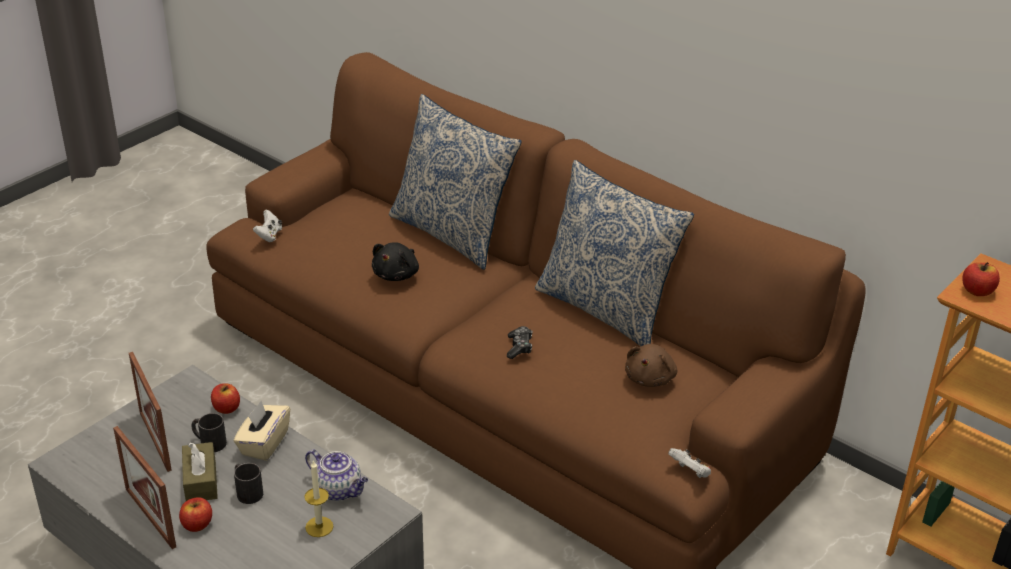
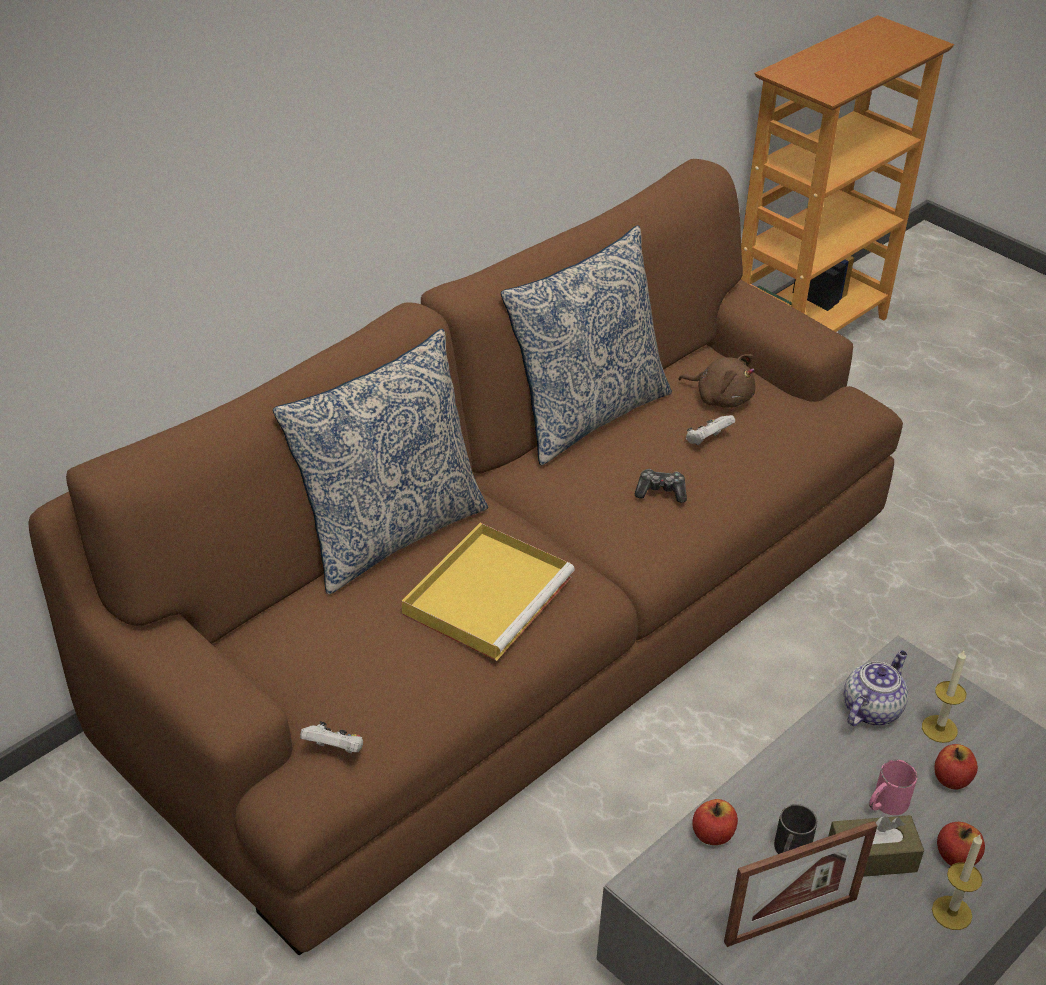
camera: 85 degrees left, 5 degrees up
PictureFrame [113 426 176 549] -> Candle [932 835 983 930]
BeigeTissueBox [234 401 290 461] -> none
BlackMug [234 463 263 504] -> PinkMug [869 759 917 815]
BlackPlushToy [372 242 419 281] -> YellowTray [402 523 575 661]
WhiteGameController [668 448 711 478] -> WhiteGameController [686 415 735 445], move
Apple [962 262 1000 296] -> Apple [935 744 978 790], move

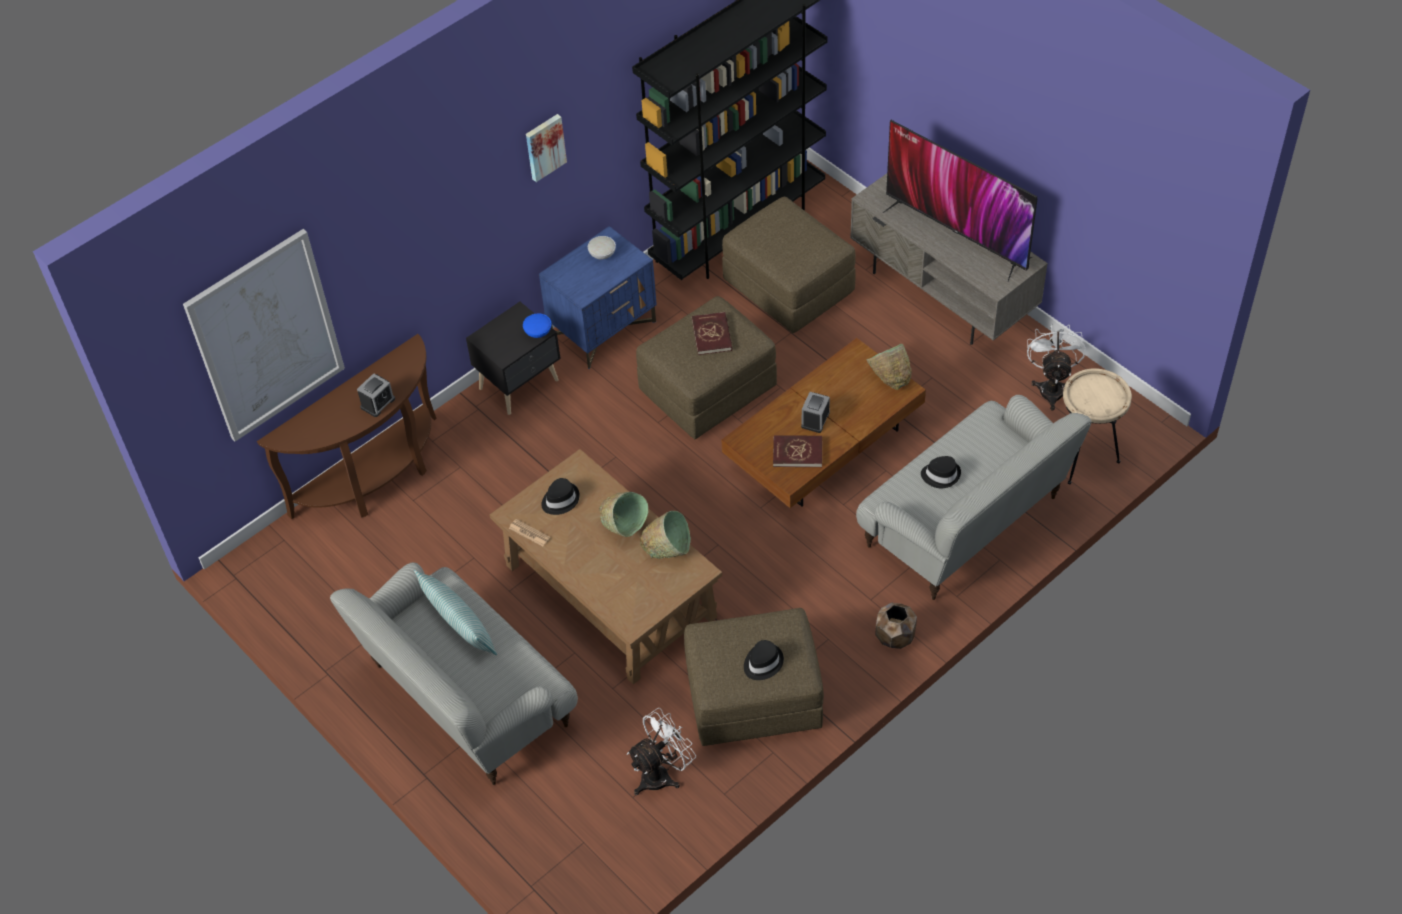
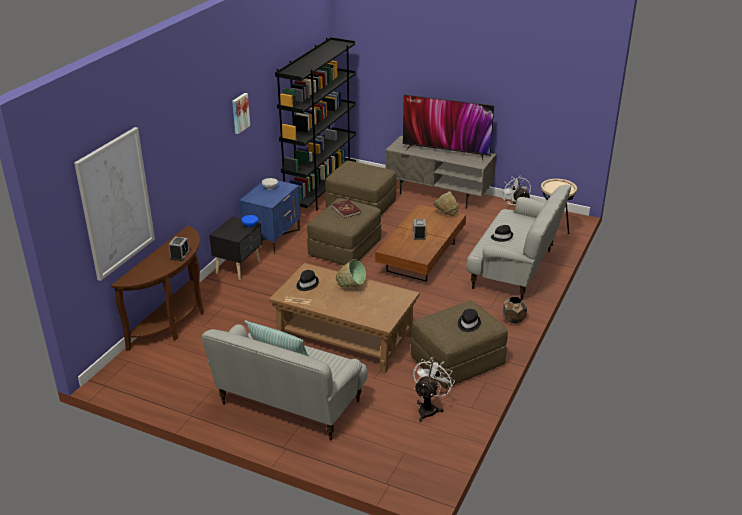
camera: 25 degrees left, 20 degrees down
GreenBowl [640 511 691 559] -> none
RedBook [773 435 822 467] -> none

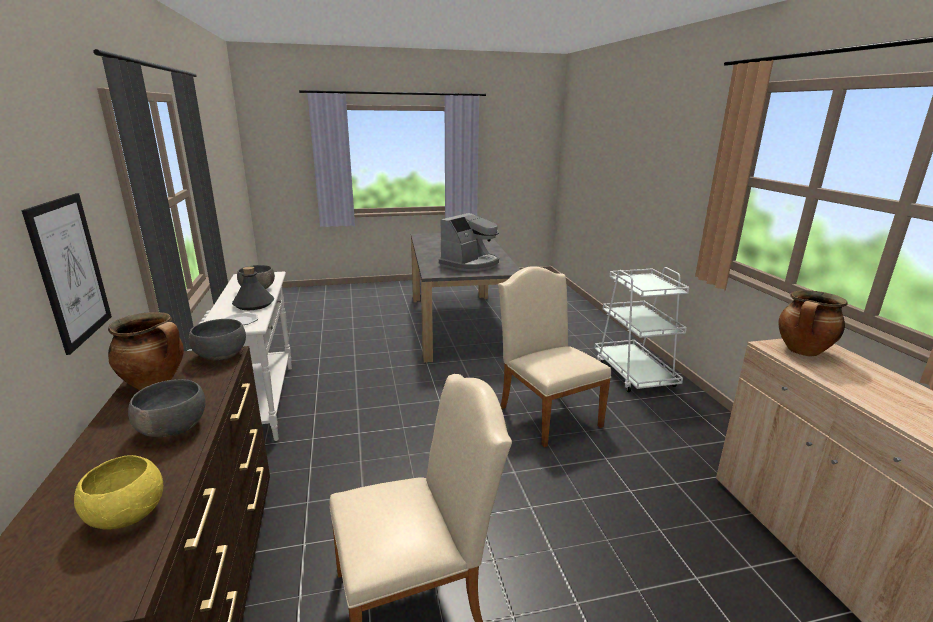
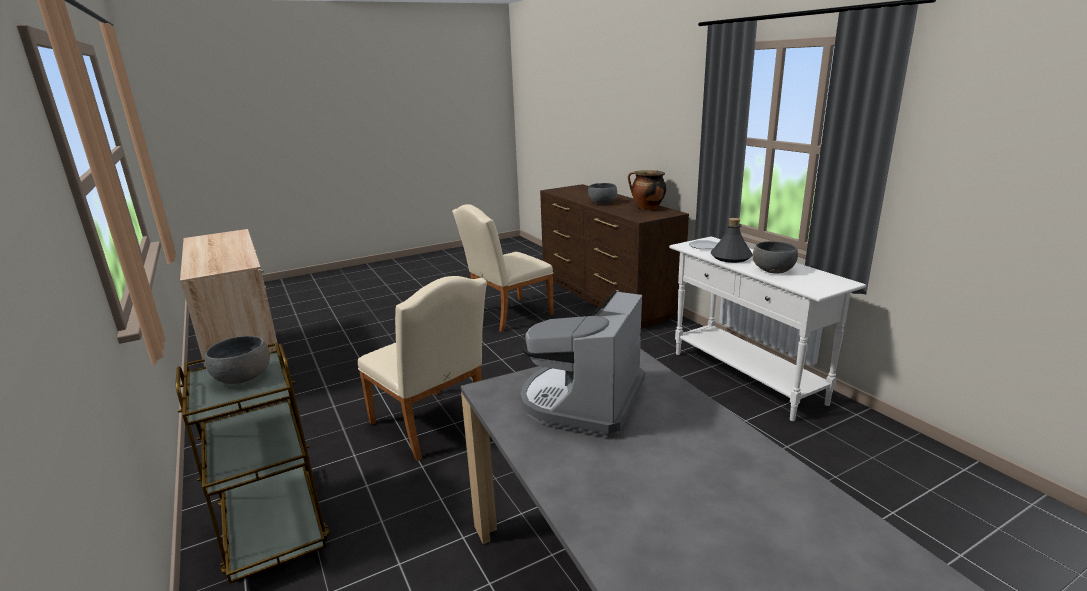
camera: 165 degrees right, 0 degrees up
Picture [22 193 112 355] -> none
YellowBowl [74 455 163 530] -> none
GreyBowl [189 319 246 361] -> GreyBowl [205 336 270 384], move
WhiteCart [594 267 689 392] -> BrownCart [176 343 329 584]
CookingPot [779 290 848 356] -> none

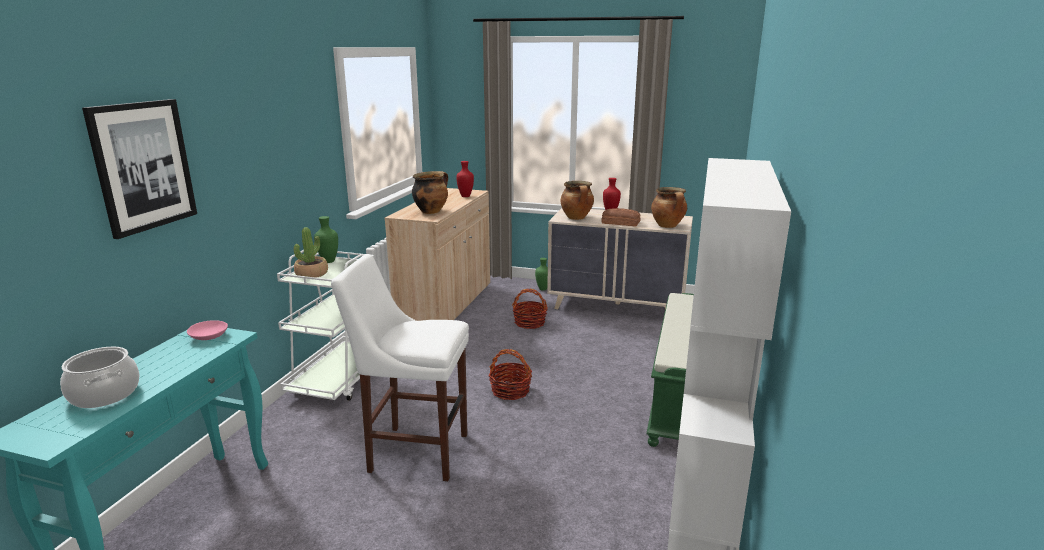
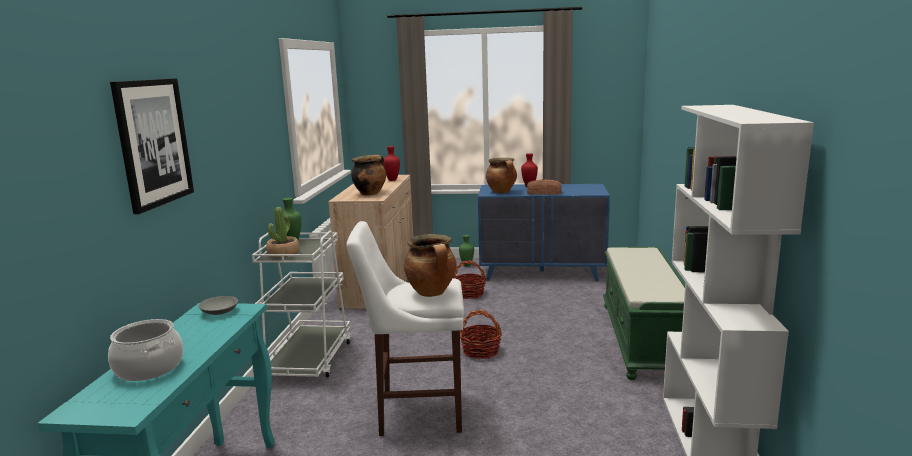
camera: 10 degrees left, 5 degrees down
PinkBowl [187 320 228 340] -> GreyBowl [198 296 238 315]
BeigeDresser [547 208 693 309] -> BlueDresser [478 184 610 281]
CookingPot [651 187 687 228] -> CookingPot [404 234 457 297], move

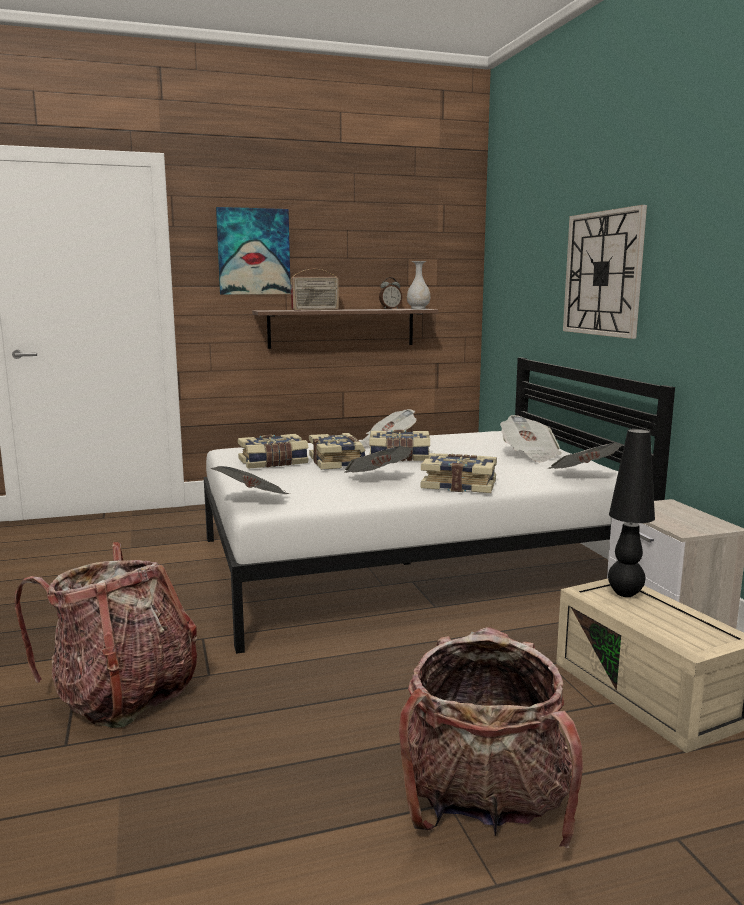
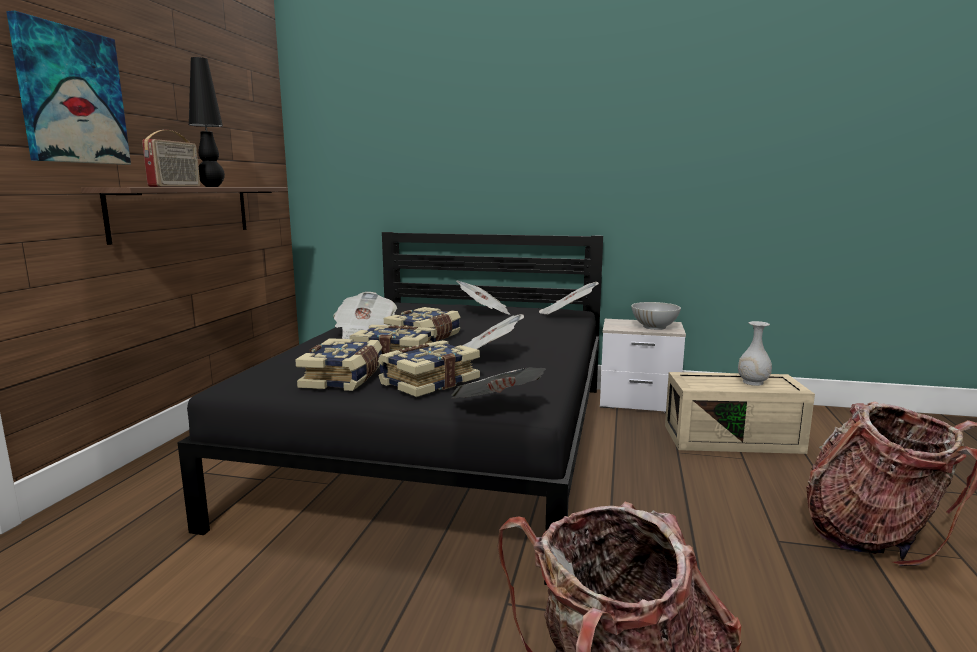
camera: 60 degrees left, 0 degrees up
WhiteBed [204 357 675 654] -> BlackBed [177 232 603 585]
AlarmClock [379 277 403 309] -> none
WhiteVase [407 261 431 309] -> WhiteVase [738 321 772 386], move
Book [420 453 497 493] -> Book [378 340 480 397], move
WallClock [563 205 647 339] -> none
BlackTableLamp [608 429 655 597] -> BlackTableLamp [189 57 225 187], move
none -> WhiteBowl [631 302 681 330]

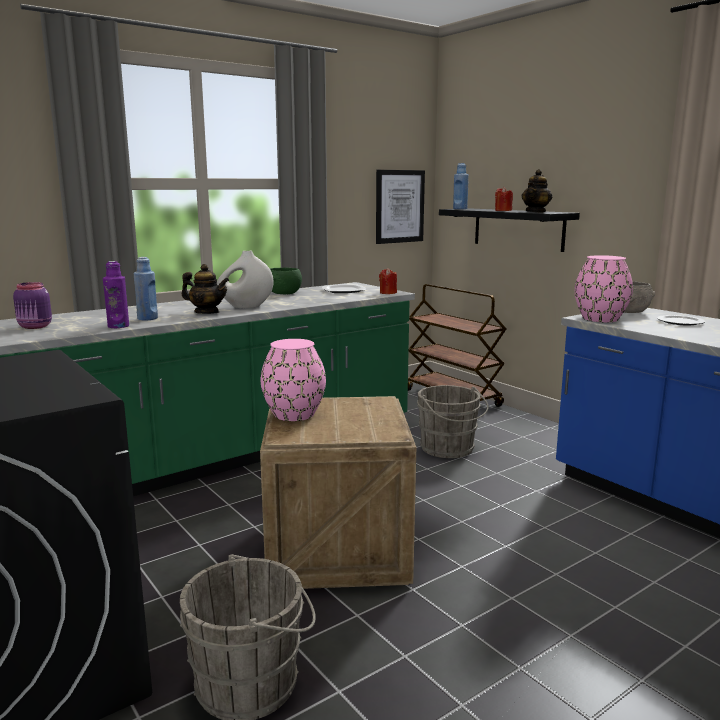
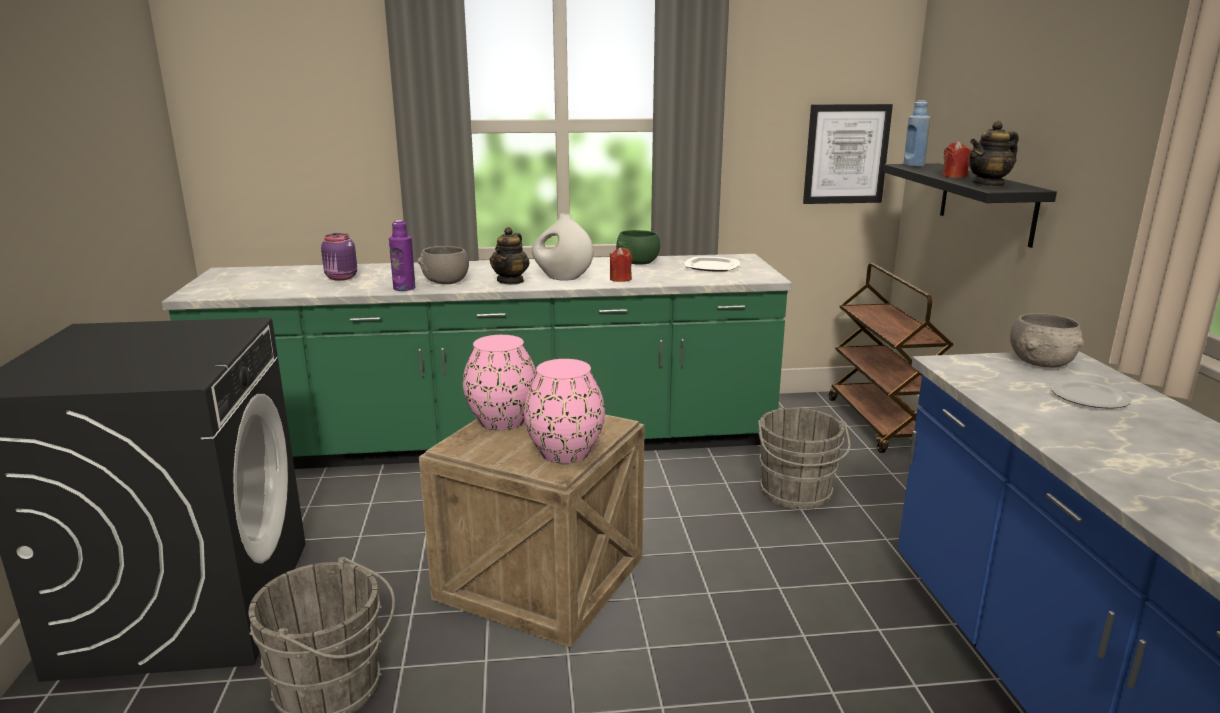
camera: 30 degrees right, 5 degrees up
BlueBottle [134 257 158 321] -> GreyBowl [417 246 469 284]
Teapot [182 264 229 314] -> Teapot [490 227 530 285], 60 degrees clockwise
RedCandle [379 268 397 294] -> RedCandle [609 247 632 282], move
PinkVase [575 255 633 322] -> PinkVase [524 359 605 463], move

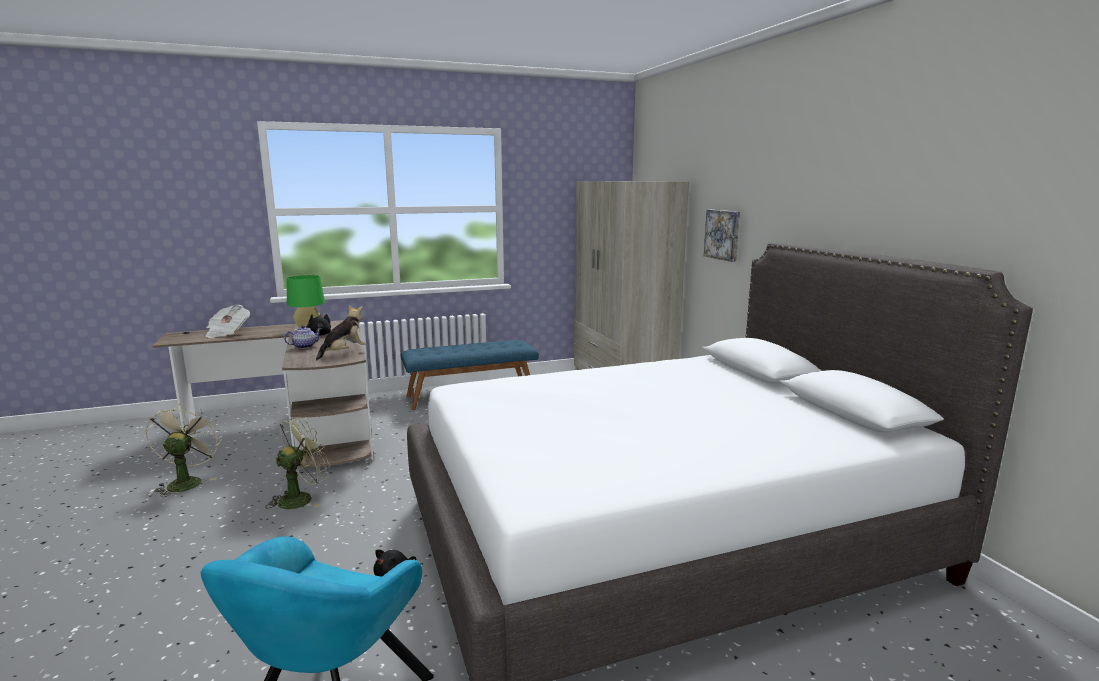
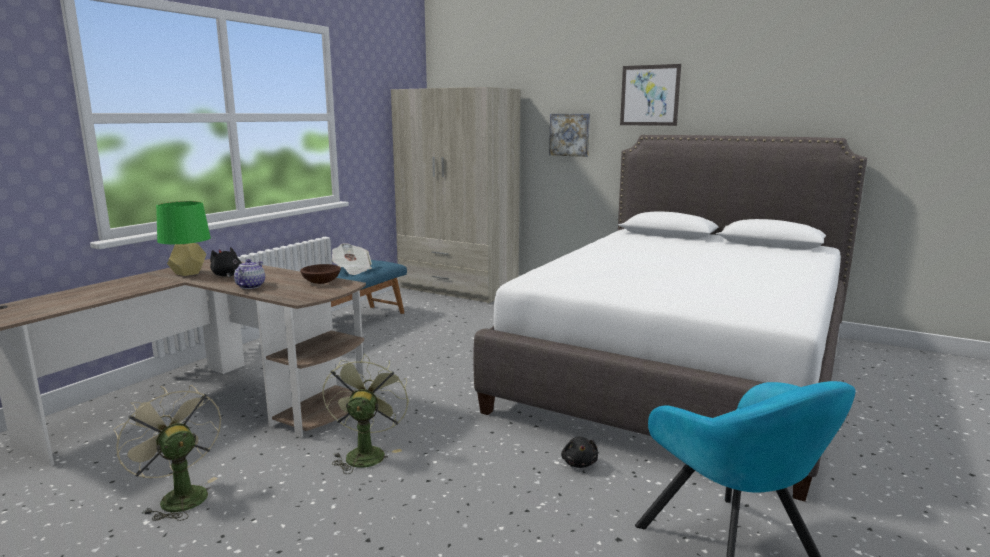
camera: 40 degrees left, 0 degrees up
Newspaper [205 305 250 338] -> Newspaper [332 243 372 275], move
PlushToy [316 305 366 361] -> BrownBowl [300 264 341 284]
none -> Picture [620 64 681 126]

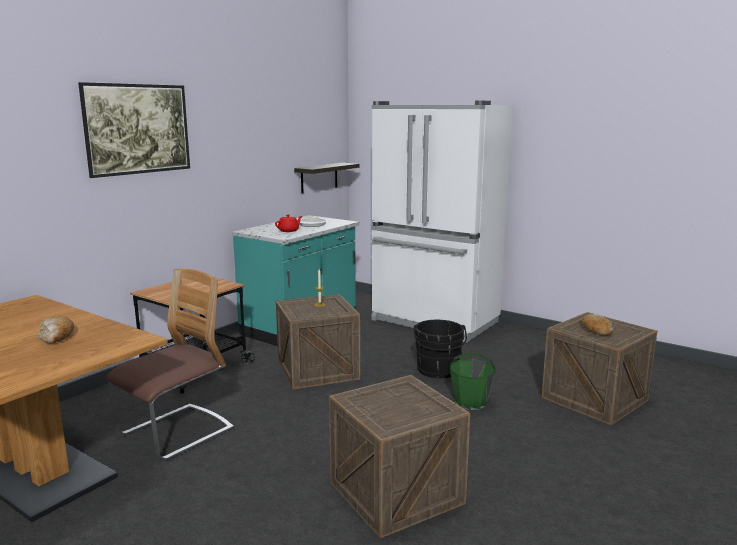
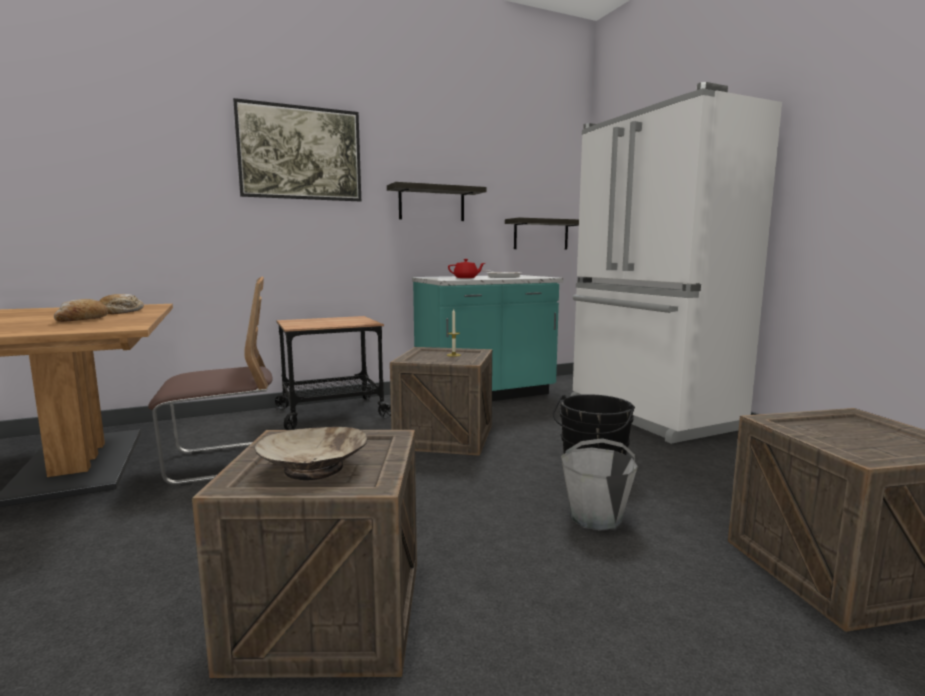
camera: 30 degrees right, 5 degrees down
GreenBucket [450 353 495 410] -> GreyBucket [561 438 638 531]
Bread [582 314 614 335] -> Bread [99 294 144 314], move
none -> BeigeBowl [255 427 367 480]
none -> Shelf [387 182 487 221]

